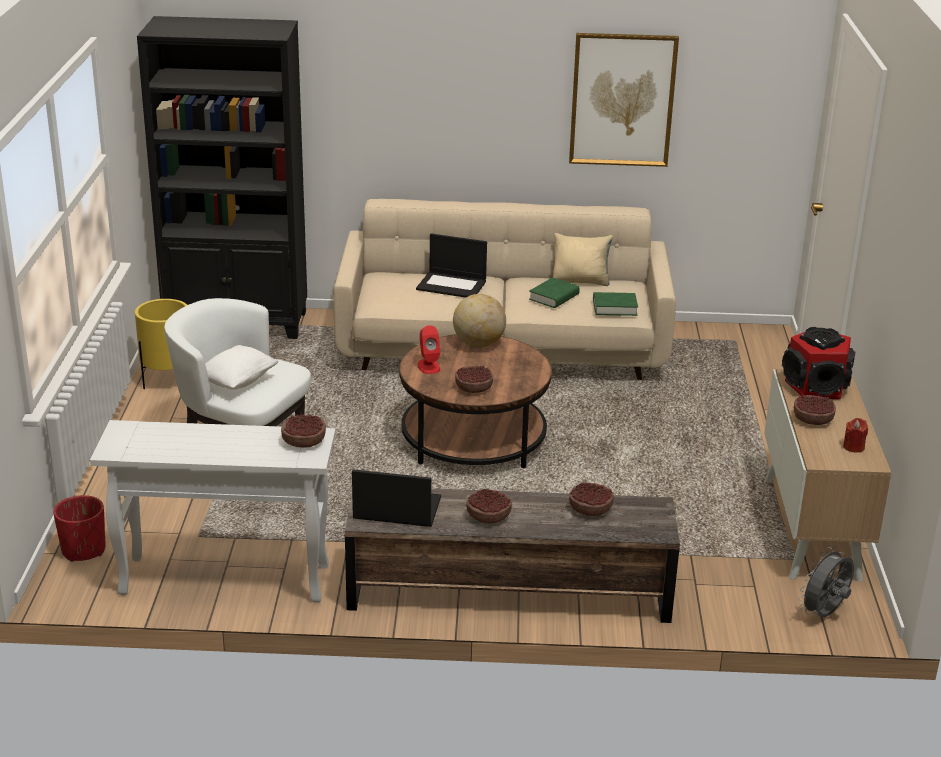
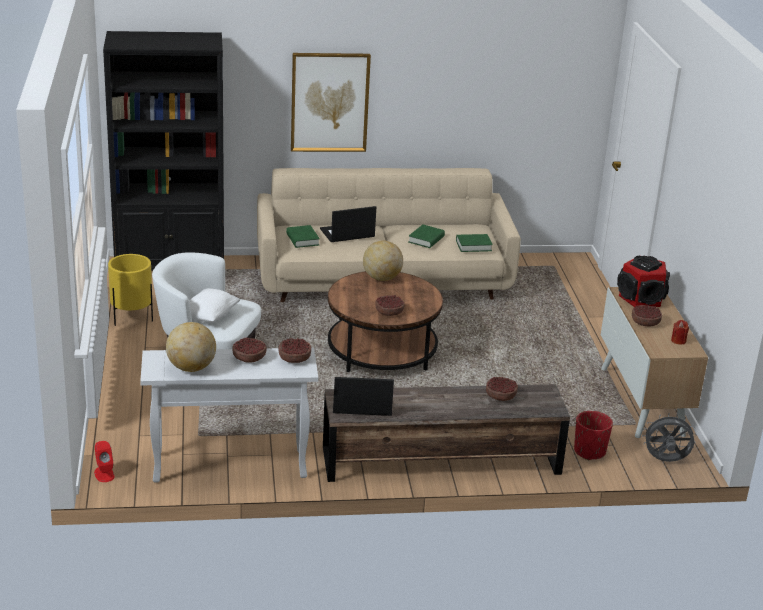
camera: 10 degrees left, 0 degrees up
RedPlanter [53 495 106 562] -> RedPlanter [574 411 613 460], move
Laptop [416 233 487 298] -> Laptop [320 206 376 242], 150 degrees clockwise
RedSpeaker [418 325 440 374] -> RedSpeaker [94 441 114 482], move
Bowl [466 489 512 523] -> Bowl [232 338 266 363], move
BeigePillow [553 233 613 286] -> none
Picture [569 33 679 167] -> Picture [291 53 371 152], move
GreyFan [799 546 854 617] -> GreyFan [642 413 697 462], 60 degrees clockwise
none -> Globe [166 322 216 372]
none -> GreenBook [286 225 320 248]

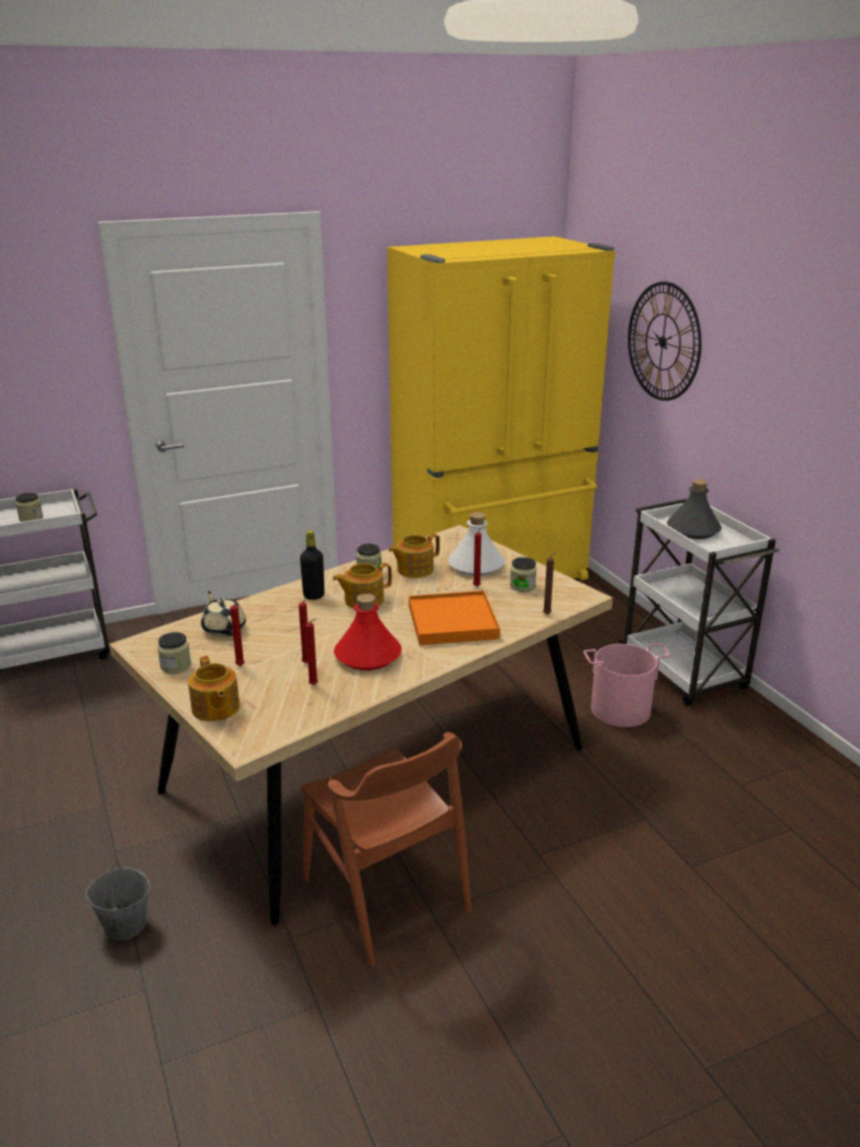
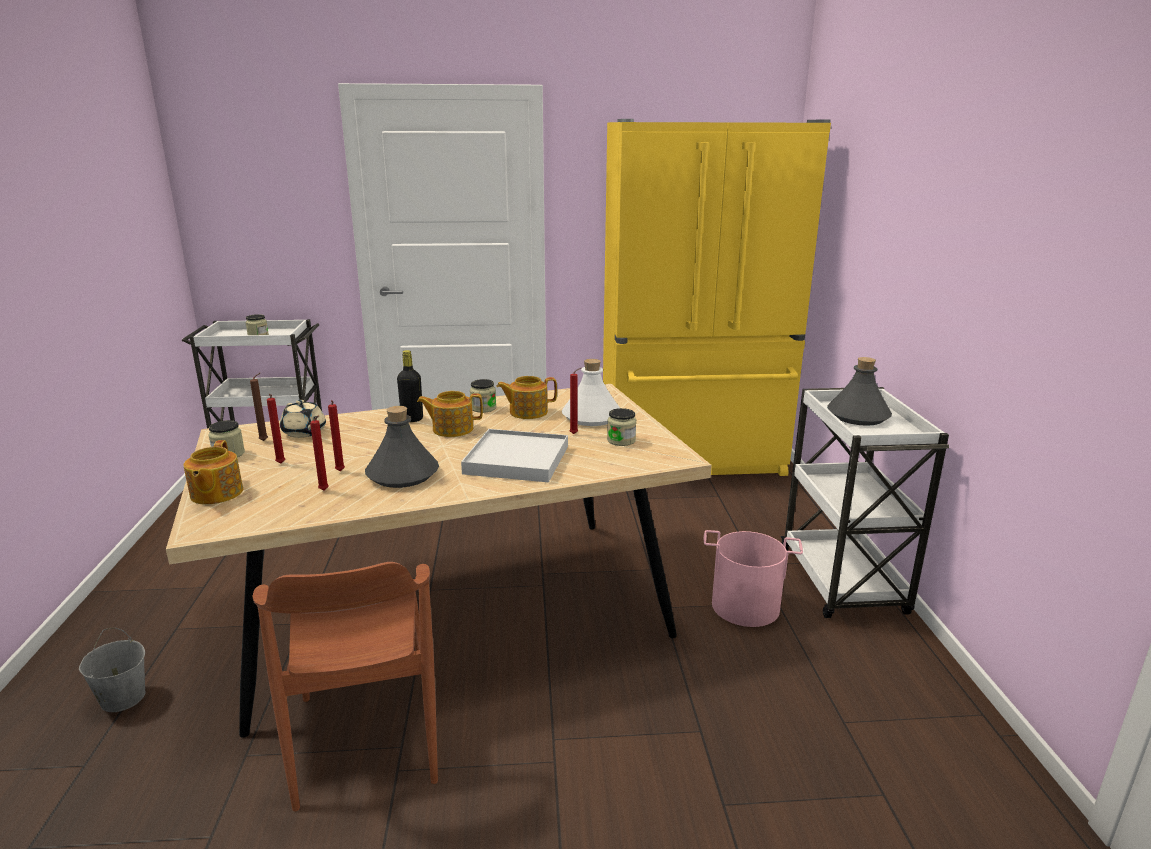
camera: 20 degrees right, 5 degrees down
BeigeTeapot [201 591 246 637] -> BeigeTeapot [280 400 326 438], 150 degrees clockwise
RedBottle [334 594 401 670] -> GreyBottle [365 406 439 488]
OrangeTray [409 591 500 645] -> WhiteTray [461 429 568 482]
BrownCandle [543 551 557 615] -> BrownCandle [250 373 268 441], move
WallClock [628 282 702 401] -> none

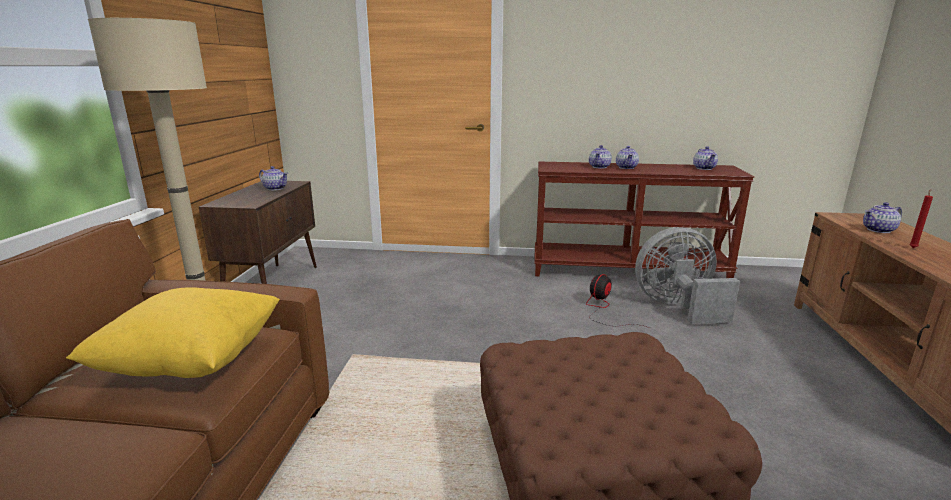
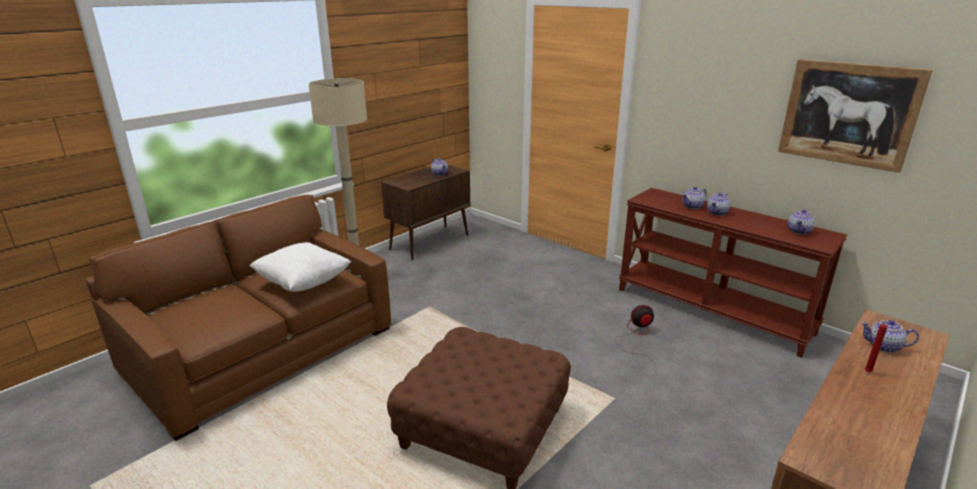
camera: 35 degrees right, 5 degrees up
YellowPillow [66 287 280 378] -> WhitePillow [249 242 351 292]
GreyFan [635 227 740 324] -> none
none -> Picture [778 59 933 173]

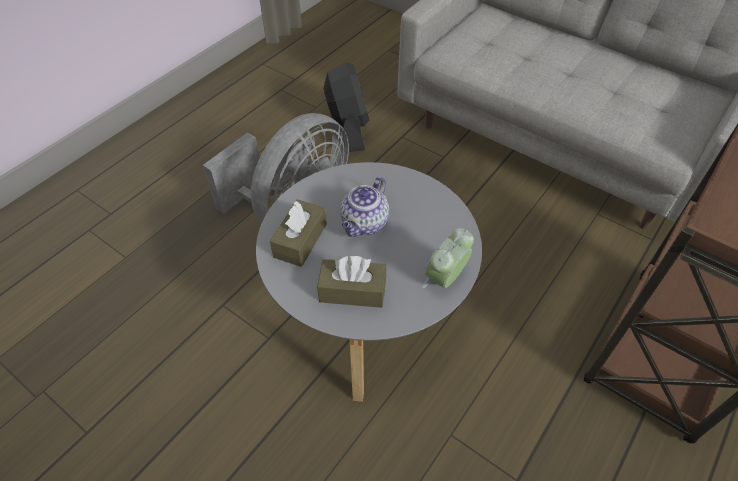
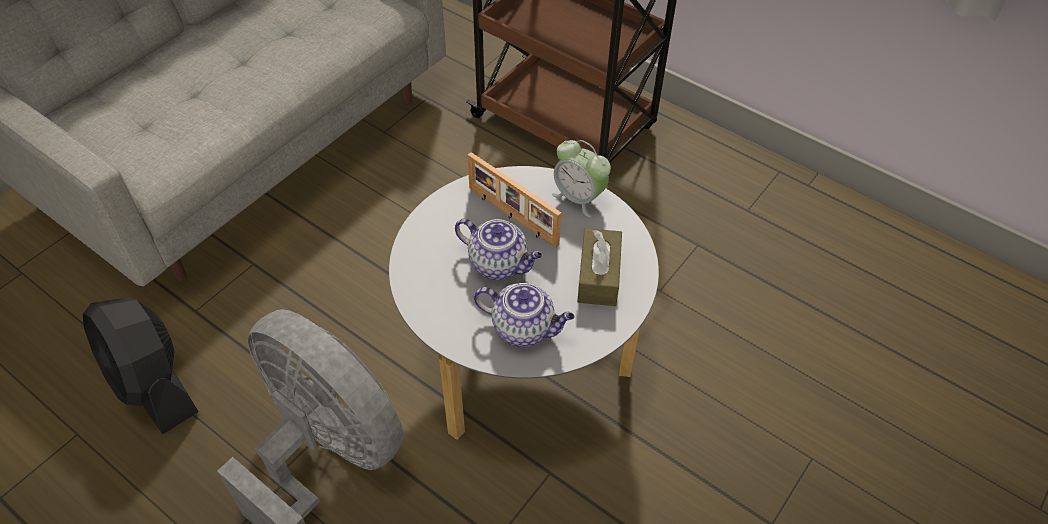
camera: 90 degrees left, 0 degrees up
BrownTissueBox [270 199 327 267] -> Teapot [474 283 575 347]
BlackFan [323 62 369 152] -> BlackFan [83 297 199 435], 120 degrees counterclockwise
none -> PictureFrame [468 152 561 248]

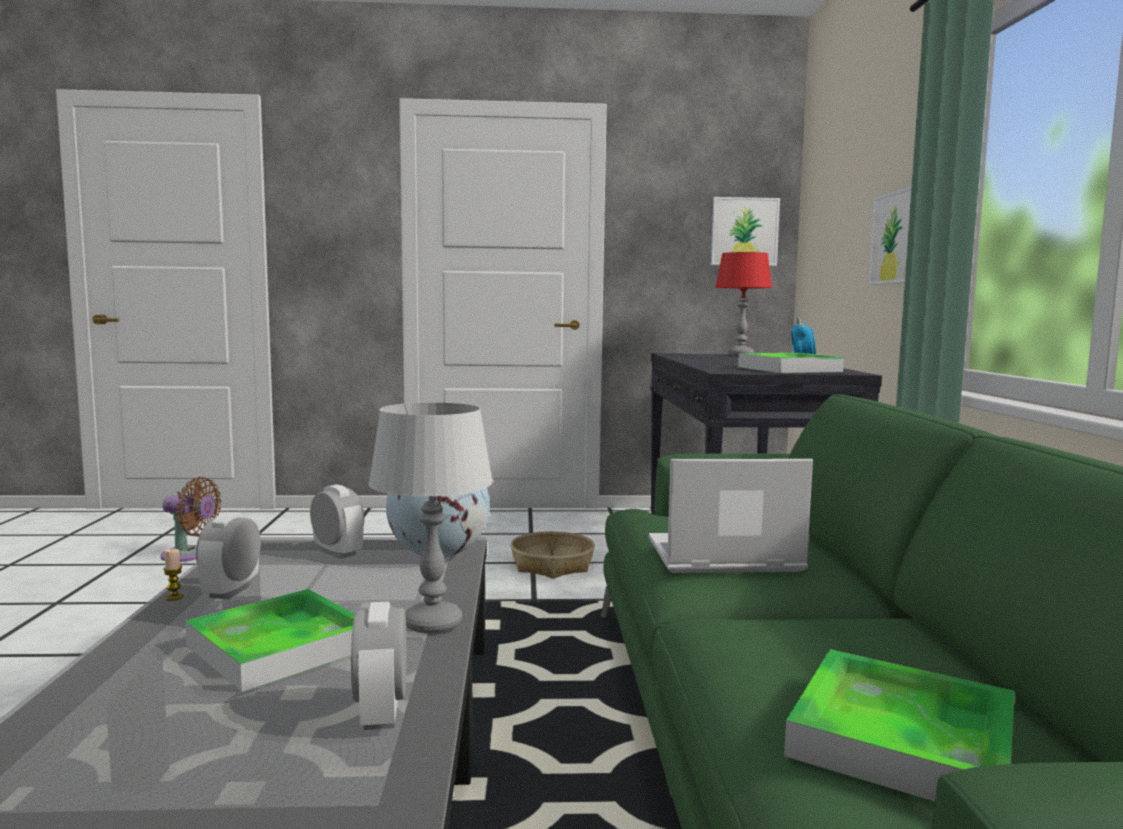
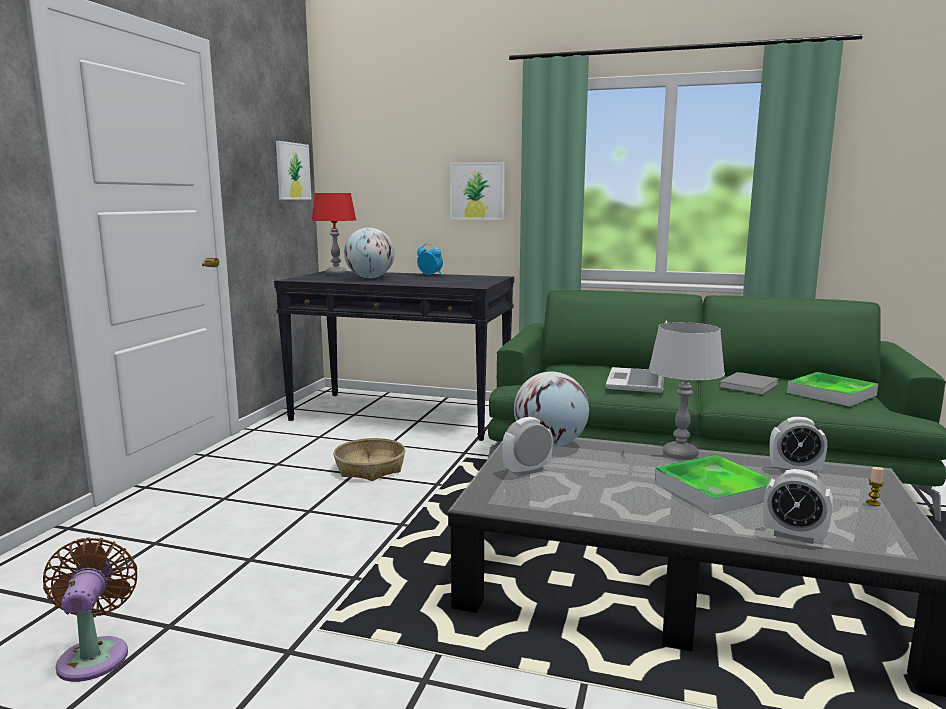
camera: 70 degrees left, 5 degrees up
BrownFan [160 477 222 562] -> BrownFan [43 537 137 682], 45 degrees counterclockwise
Candle [163 549 184 601] -> Candle [866 467 884 506], move
AlarmClock [196 512 261 599] -> AlarmClock [763 469 833 544], move
Tray [738 353 844 373] -> none
none -> Globe [344 227 394 278]
none -> GreyBook [719 372 779 395]

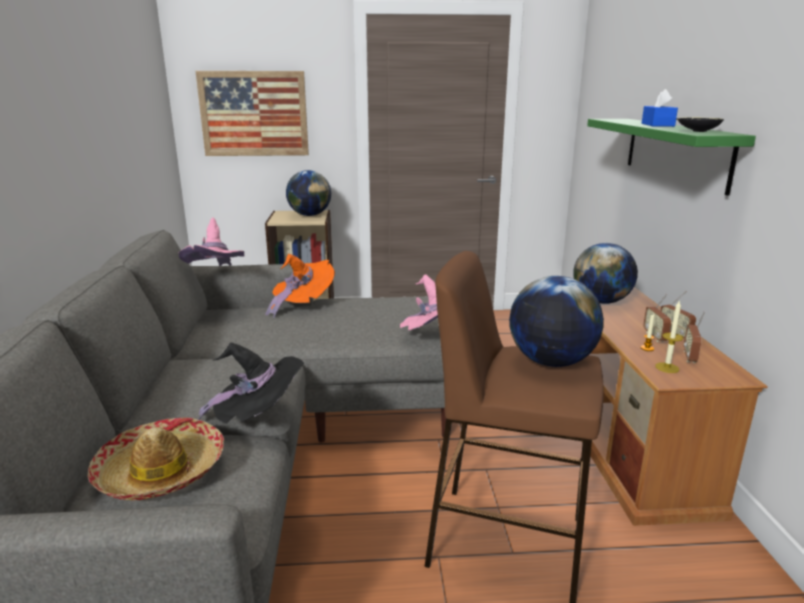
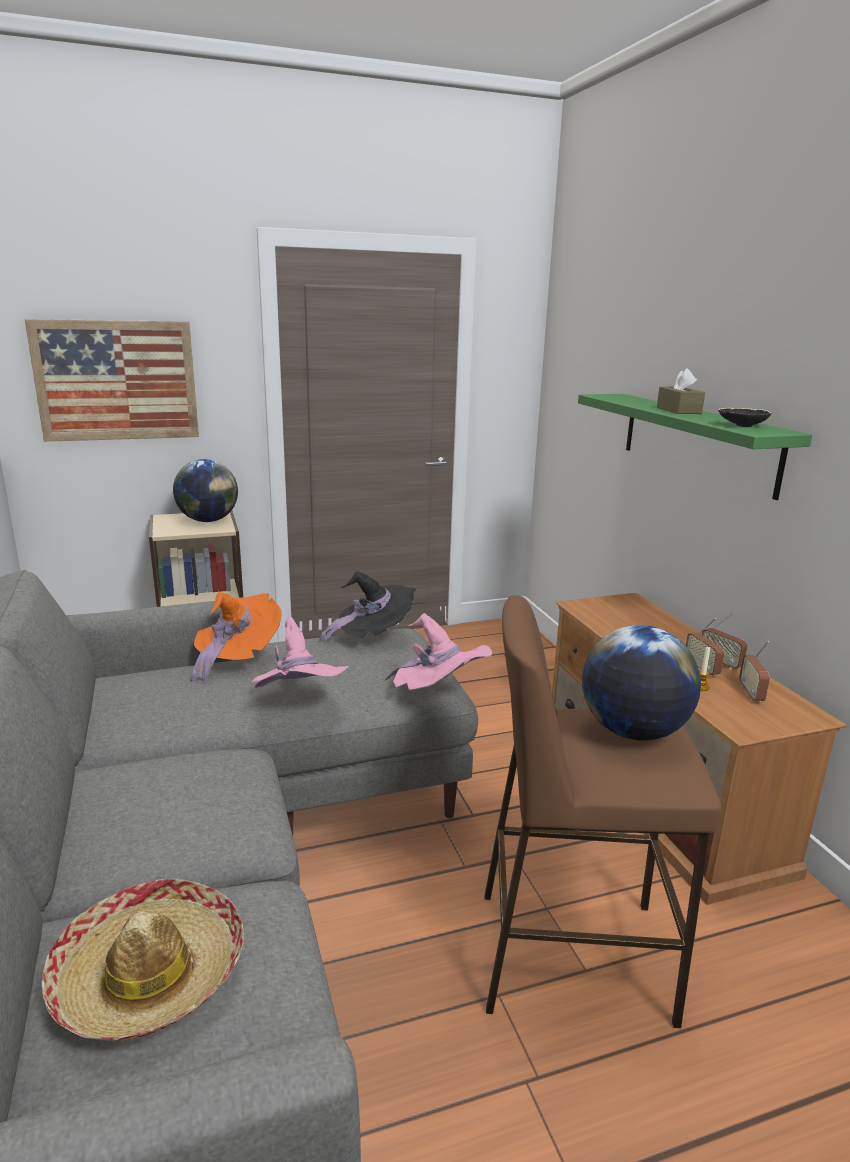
camera: 15 degrees left, 0 degrees up
PinkHat [178 217 245 266] -> PinkHat [251 617 349 688], move
BlackHat [198 342 304 424] -> BlackHat [320 571 416 645], move
Globe [573 243 638 304] -> none
BlueTissueBox [642 89 678 127] -> BrownTissueBox [657 368 705 414]
Candle [655 300 683 373] -> none

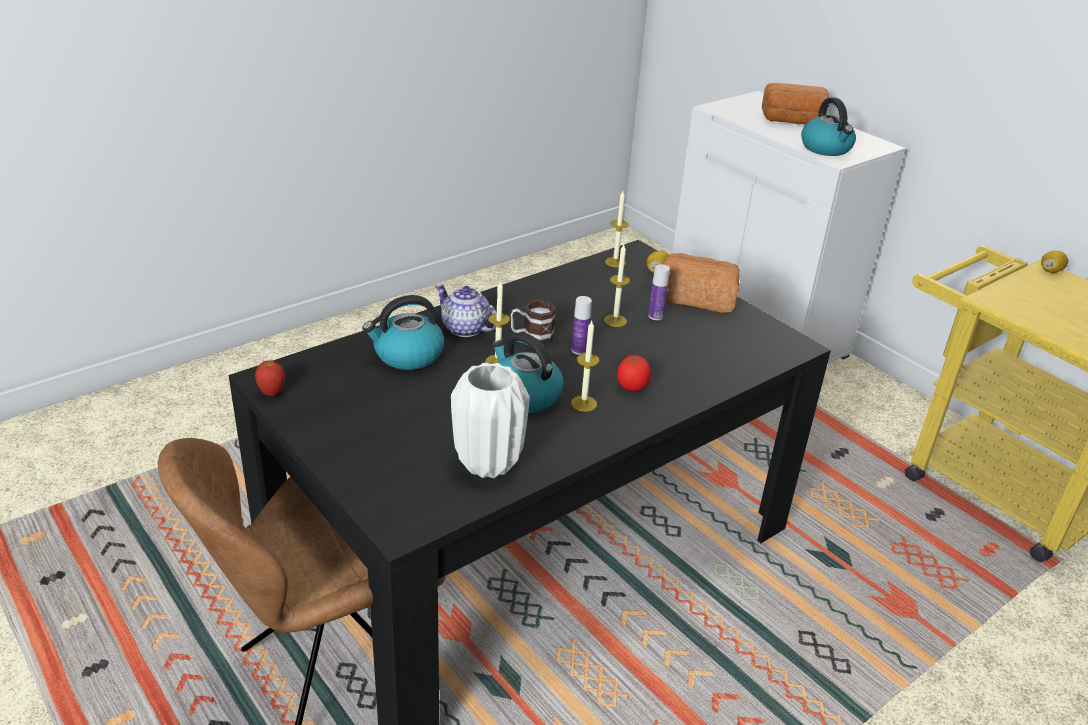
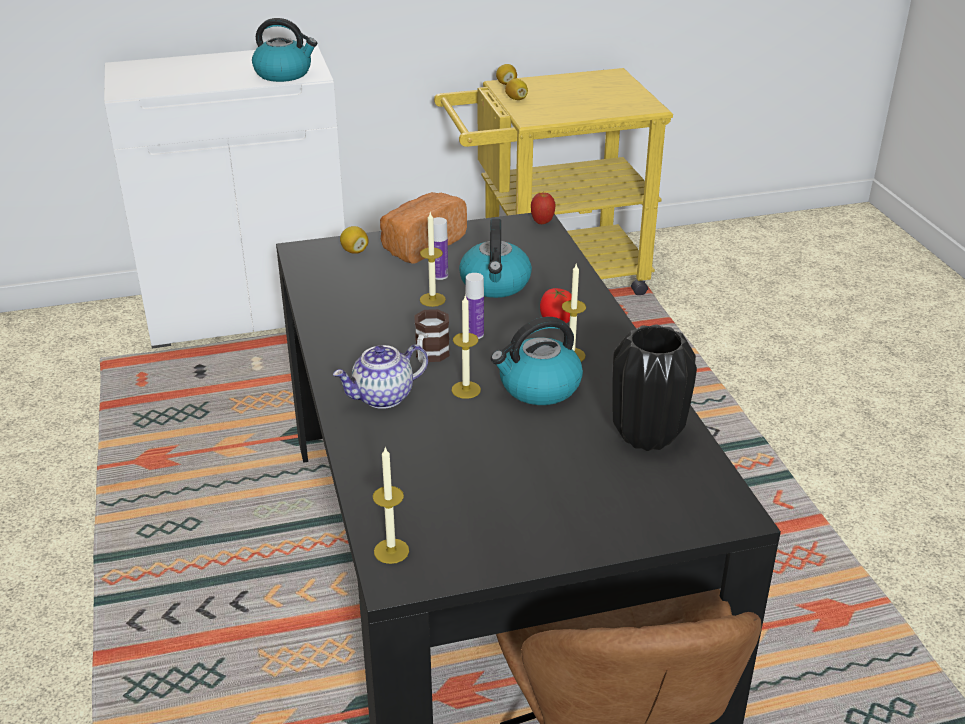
camera: 65 degrees left, 0 degrees up
Apple [255 361 285 396] -> Apple [531 193 555 224], move
Kettle [362 295 444 370] -> Kettle [459 219 532 298], move
WhiteVase [451 363 530 478] -> BlackVase [612 324 697 451]
Candle [605 191 629 267] -> Candle [373 446 409 564], move
Bread [762 83 829 125] -> none
none -> Lemon [505 78 528 100]

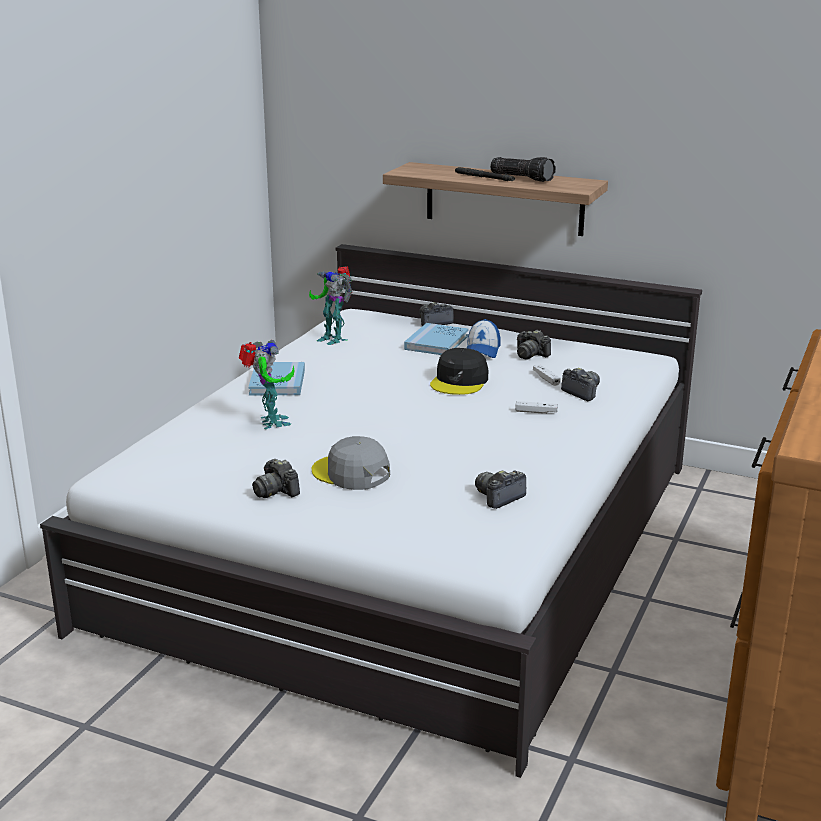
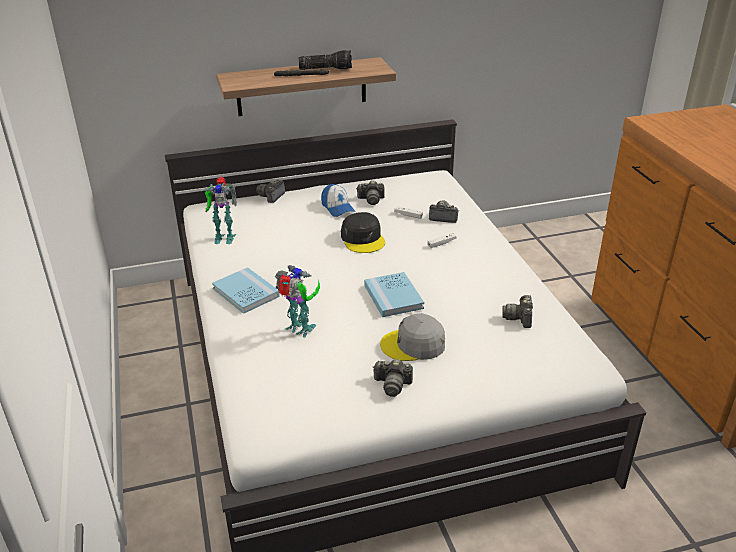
camera: 40 degrees left, 10 degrees up
BlueBook [404 323 469 355] -> BlueBook [364 272 424 317], move

